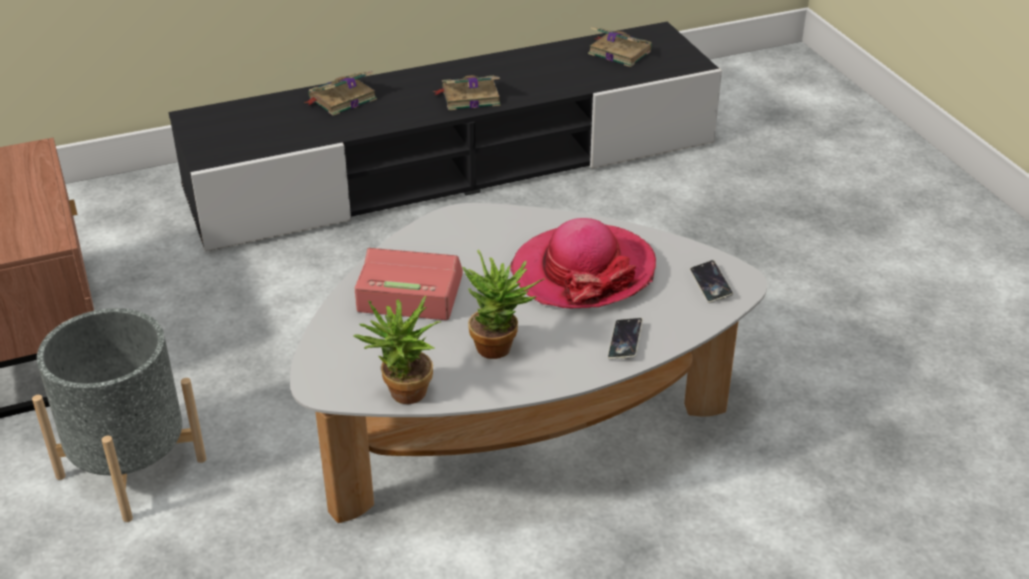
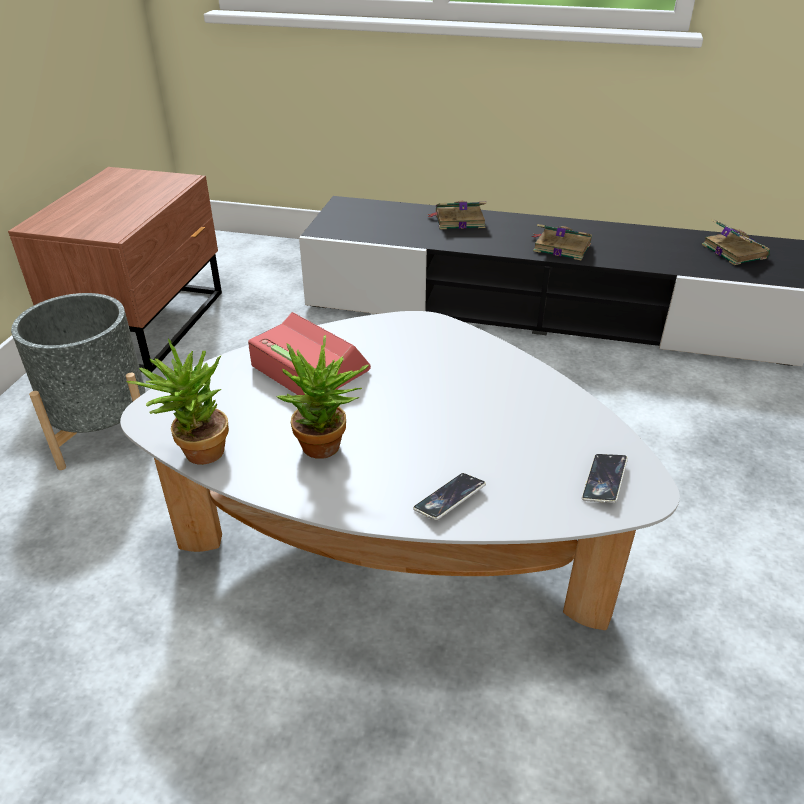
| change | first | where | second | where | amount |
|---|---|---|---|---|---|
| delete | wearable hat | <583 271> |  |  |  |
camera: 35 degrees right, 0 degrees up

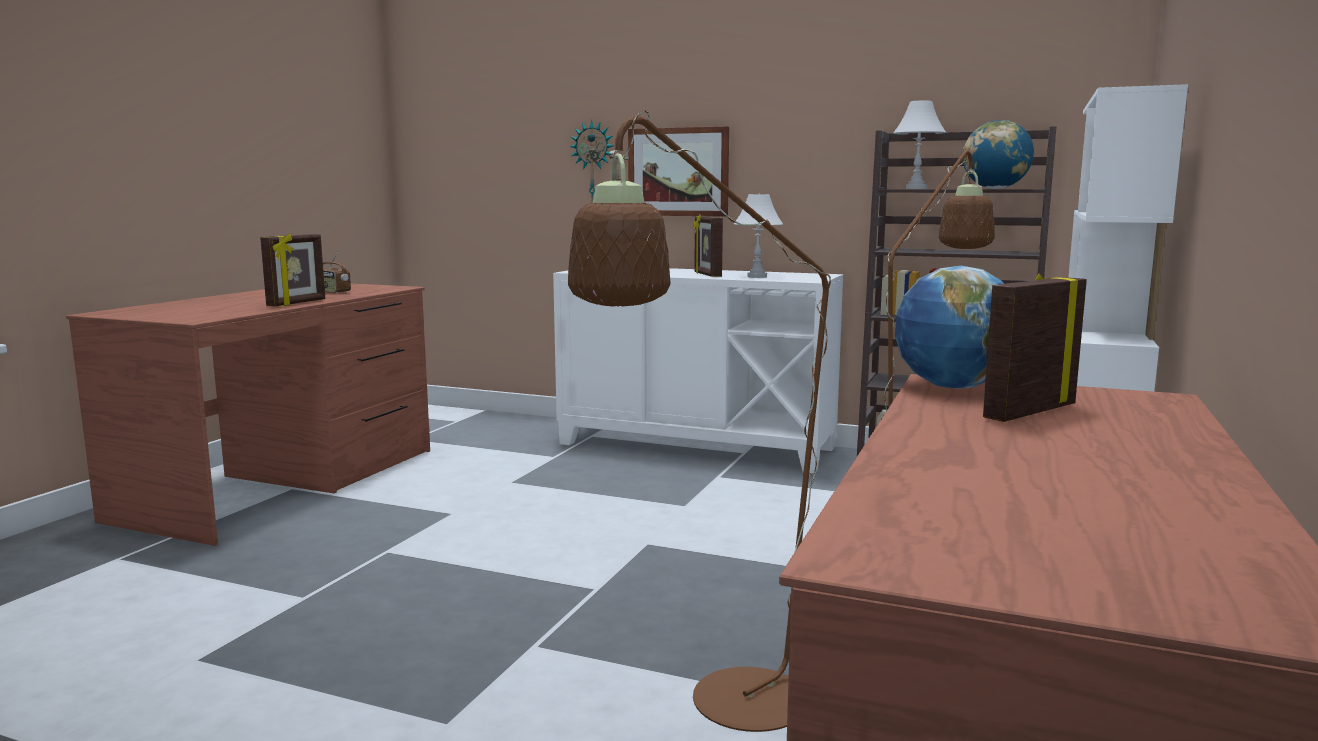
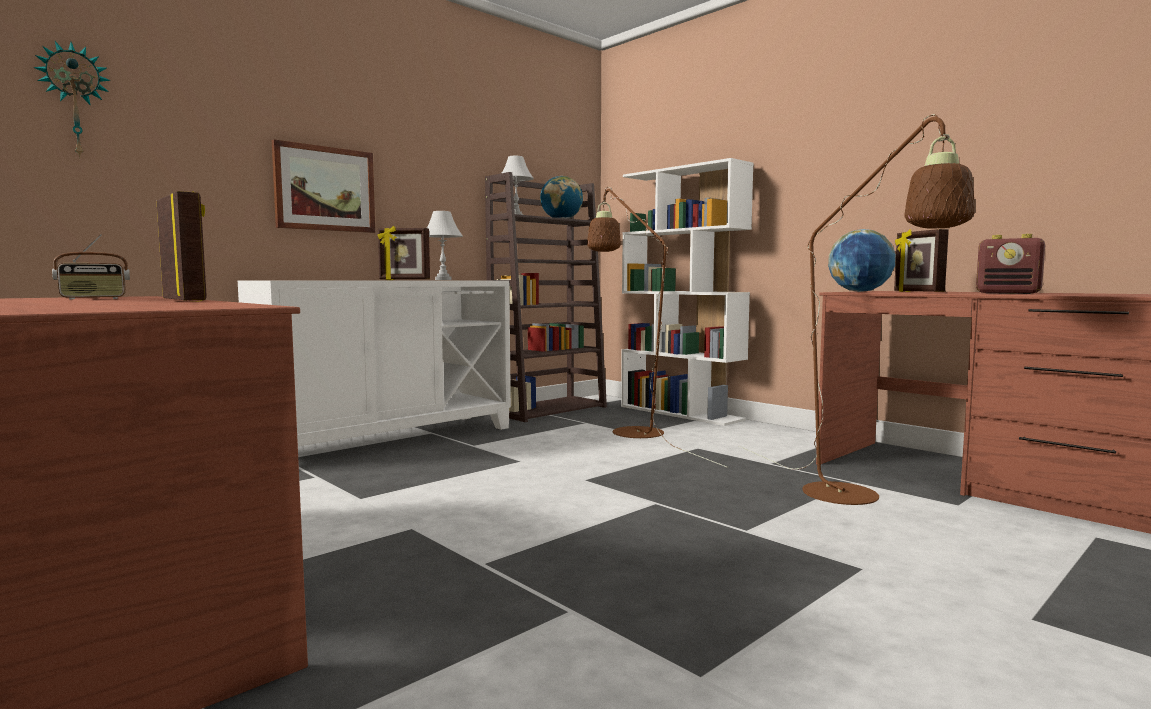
| change | first | where | second | where | amount |
|---|---|---|---|---|---|
| insert |  |  | radio | <1008 293> |  |
| move | clock on the wall | <593 166> |  | <74 101> |  |
camera: 65 degrees left, 5 degrees down

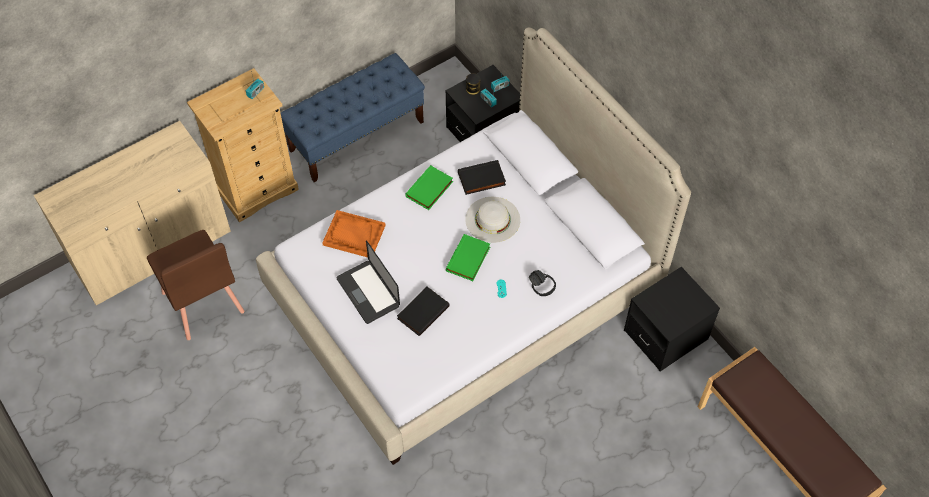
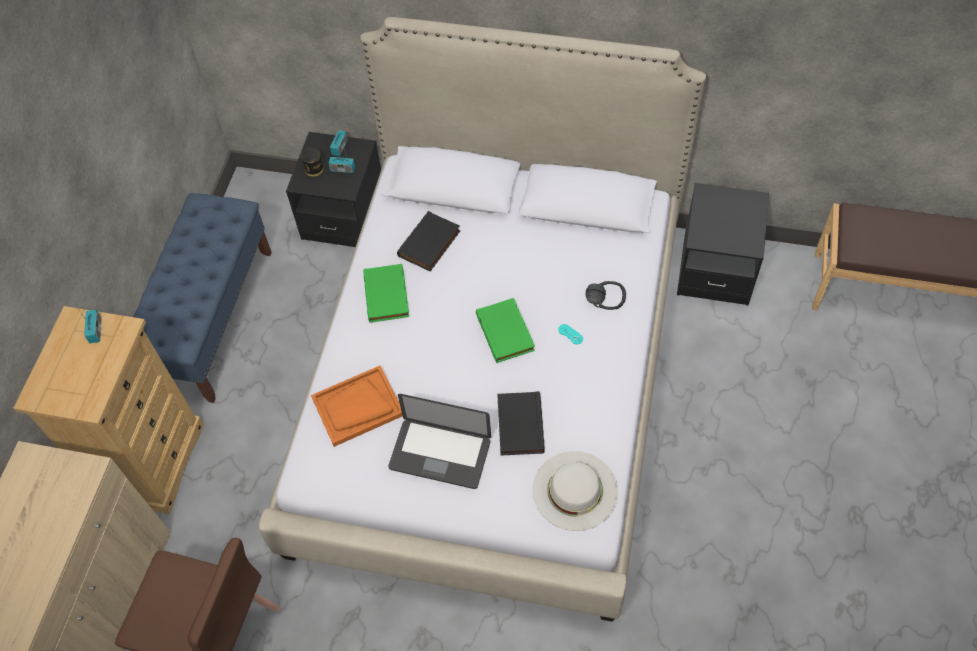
| change | first | where | second | where | amount |
|---|---|---|---|---|---|
| move | wearable hat in whitish | <492 219> |  | <575 490> |  |
camera: 40 degrees left, 0 degrees up

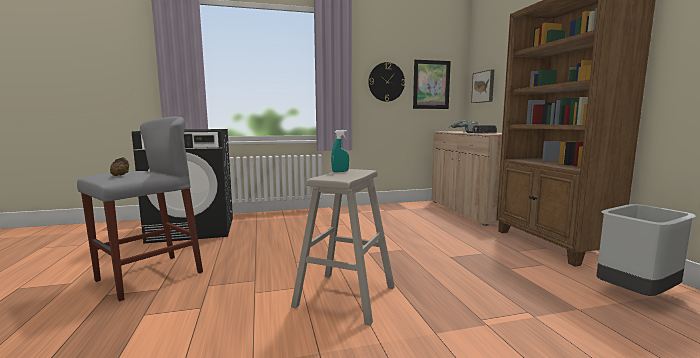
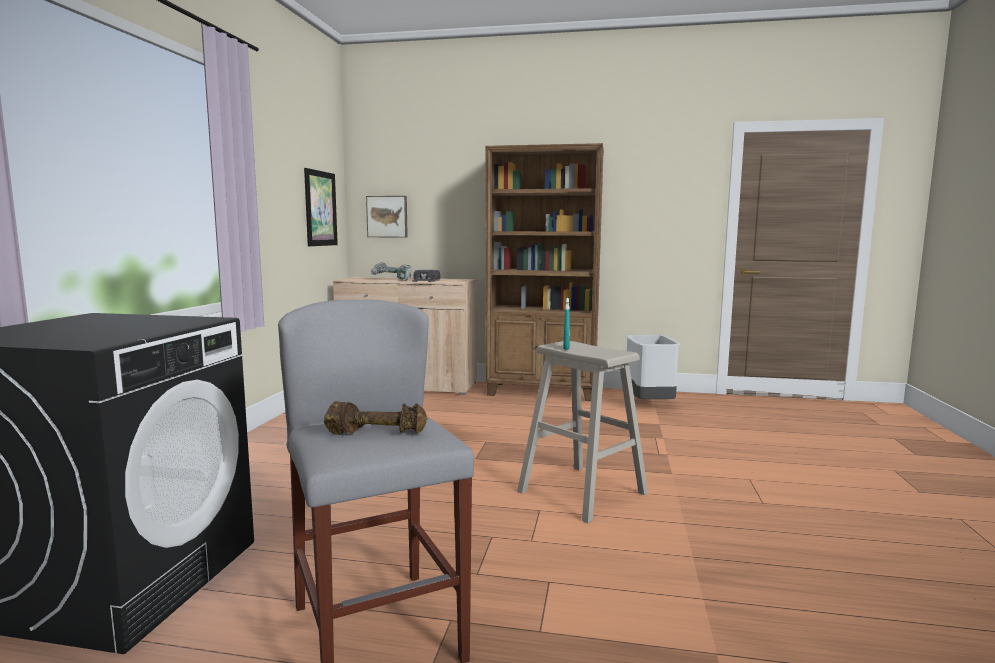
| change | first | where | second | where | amount |
|---|---|---|---|---|---|
| delete | clock on the wall | <386 82> |  |  |  |
camera: 65 degrees left, 0 degrees up

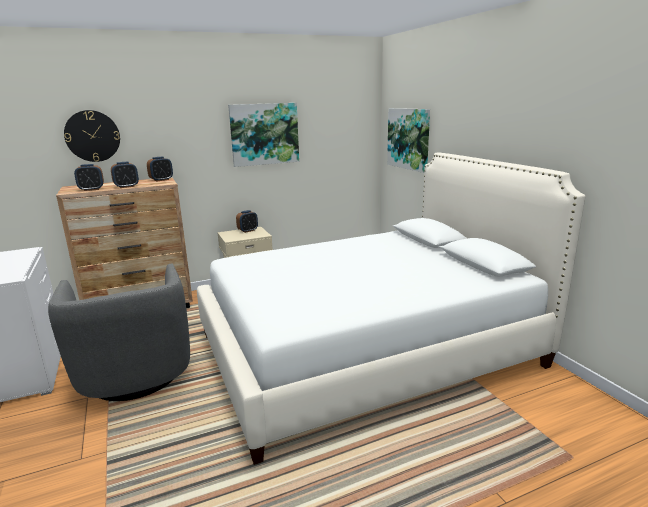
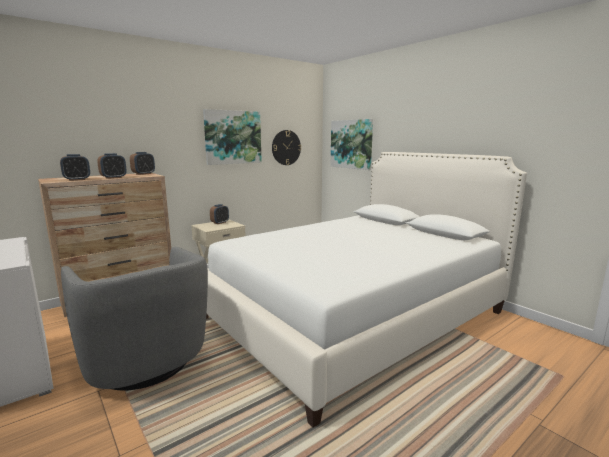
| change | first | where | second | where | amount |
|---|---|---|---|---|---|
| move | clock on the wall | <92 136> |  | <286 147> |  |
camera: 15 degrees left, 5 degrees down

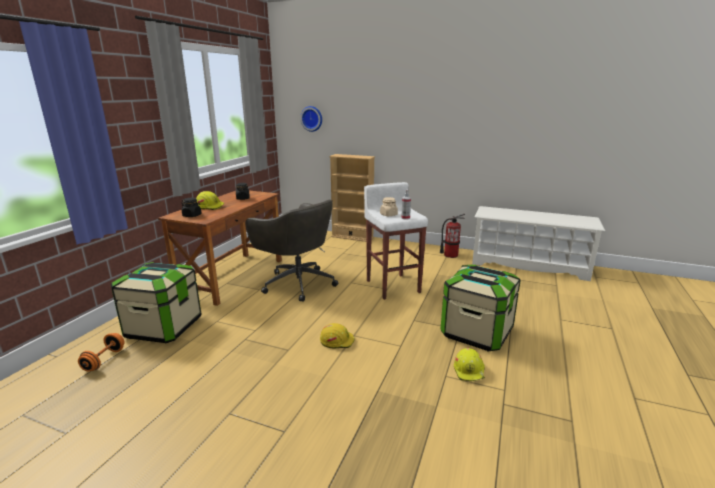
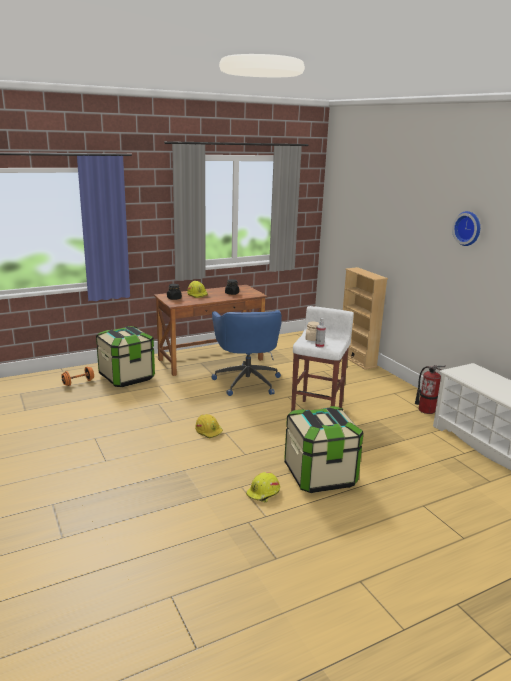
| change | first | where | second | where | amount |
|---|---|---|---|---|---|
| move | clock on the wall | <312 118> |  | <468 228> |  |
| recolor | office chair in grey | <297 283> | office chair in blue | <247 381> |  |
camera: 40 degrees right, 0 degrees up

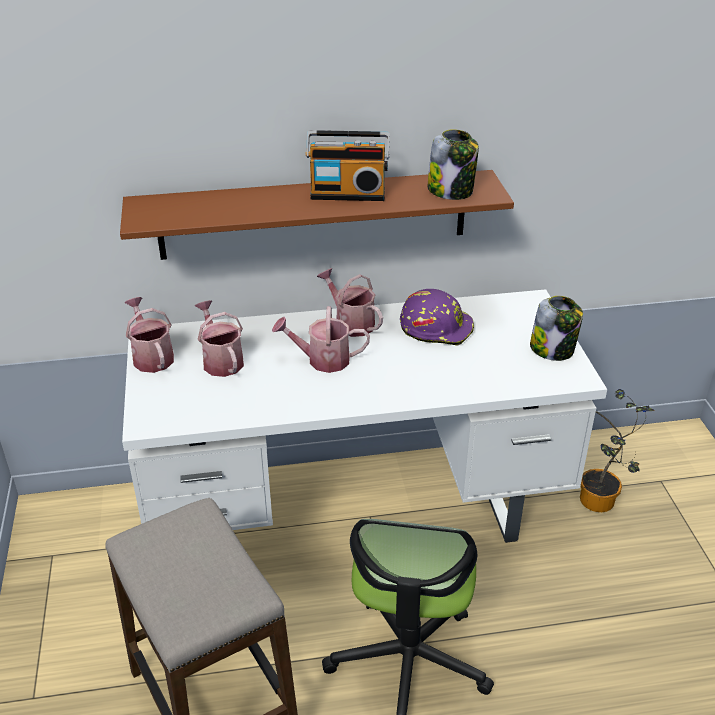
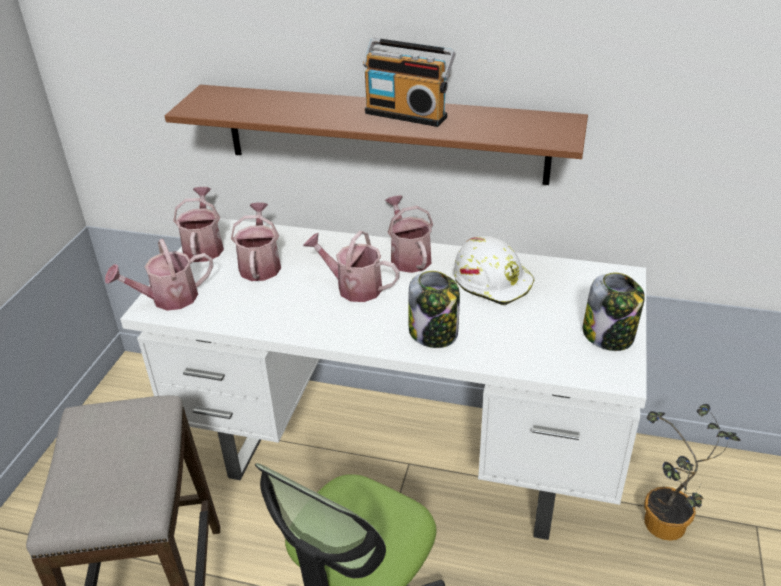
| change | first | where | second | where | amount |
|---|---|---|---|---|---|
| insert |  |  | watering can | <168 299> |  |
| move | preserve jar | <451 191> |  | <434 333> |  |
| recolor | safety helmet in purple | <436 327> | safety helmet in whitish | <493 281> |  |
camera: 25 degrees right, 0 degrees up

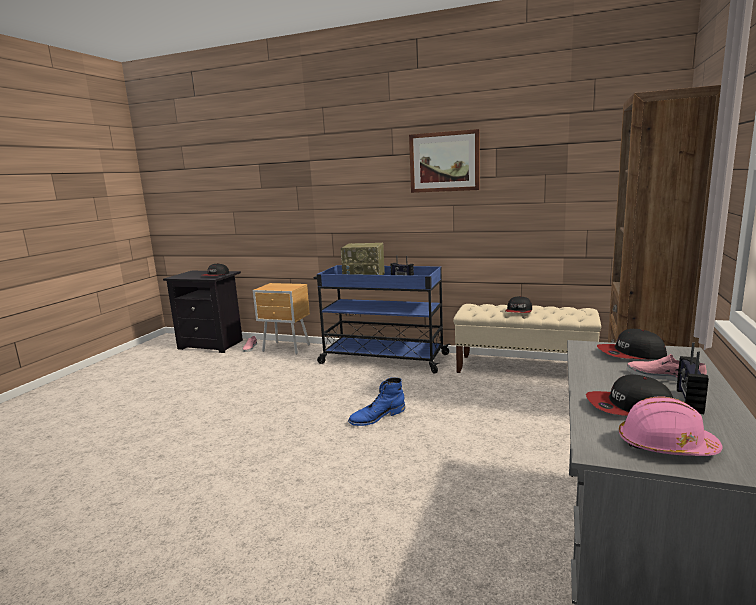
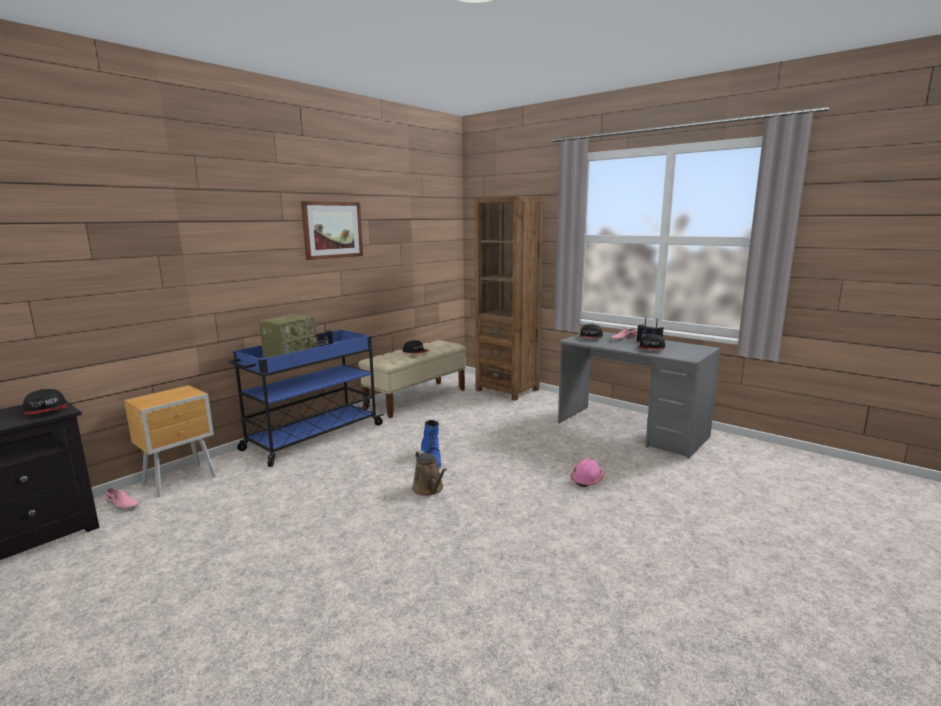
| change | first | where | second | where | amount |
|---|---|---|---|---|---|
| insert |  |  | watering can in brownish | <429 489> |  |
| move | safety helmet in pink | <665 446> |  | <587 480> |  |
camera: 70 degrees left, 0 degrees up

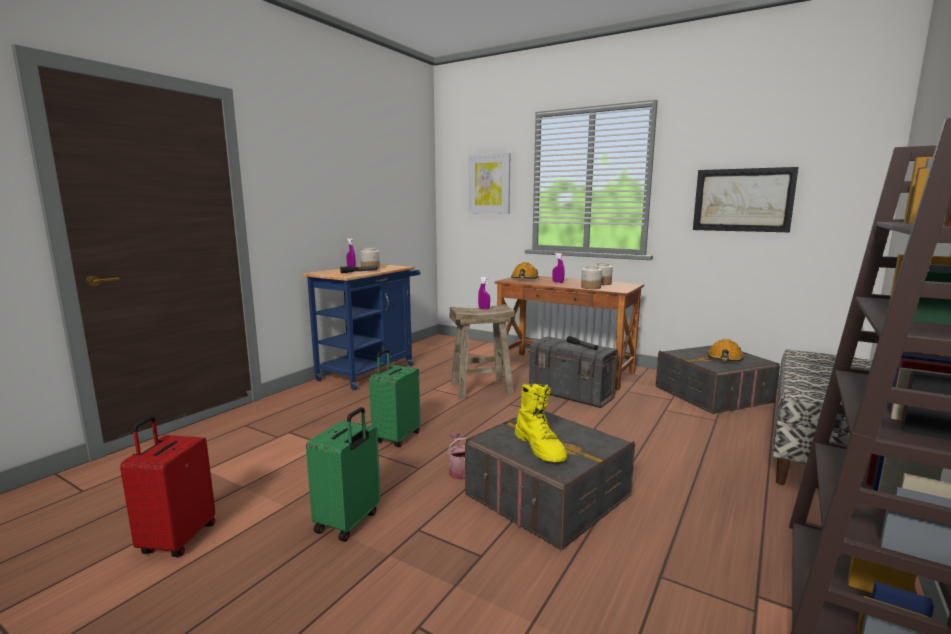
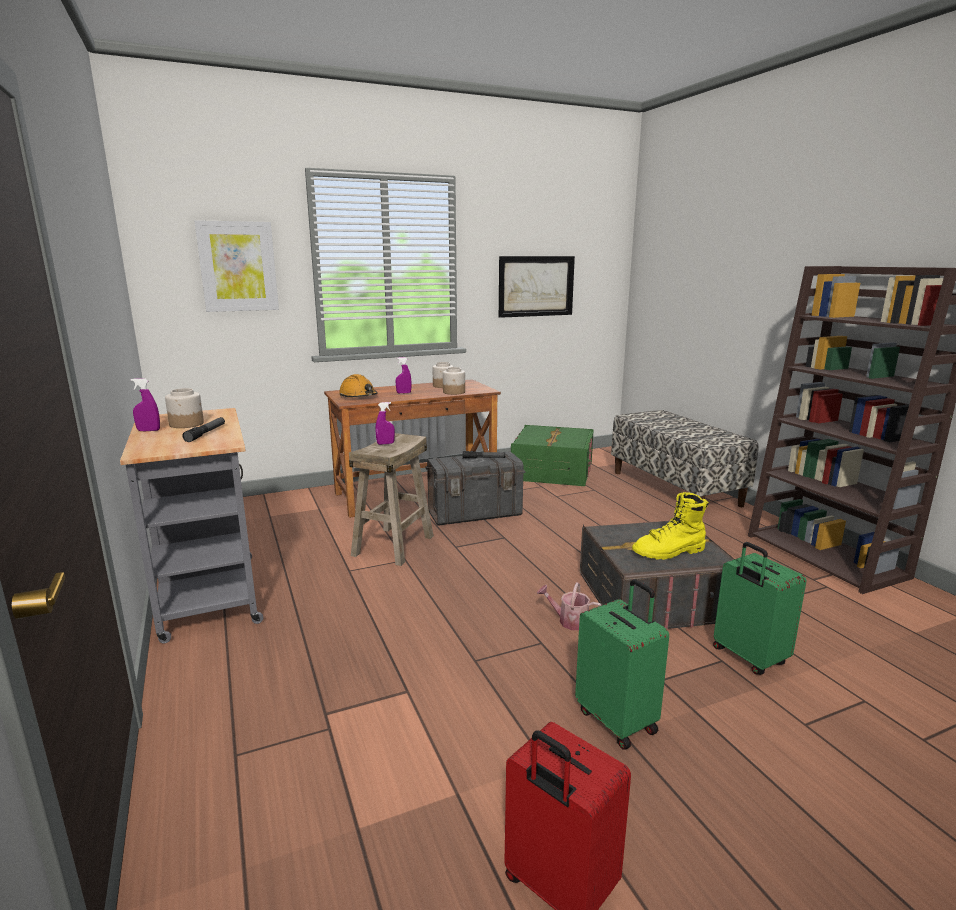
| change | first | where | second | where | amount |
|---|---|---|---|---|---|
| delete | safety helmet in orange-coloured | <724 359> |  |  |  |
| move | piece of luggage in greenish | <396 438> |  | <748 657> |  |
| recolor | cart in blue | <370 371> | cart in grey | <209 591> |  |
| recolor | storage box in grey | <712 395> | storage box in greenish | <552 471> |  |
| rotate | boot in yellow | <540 448> |  | <669 552> | 150 degrees clockwise |
camera: 55 degrees left, 5 degrees up

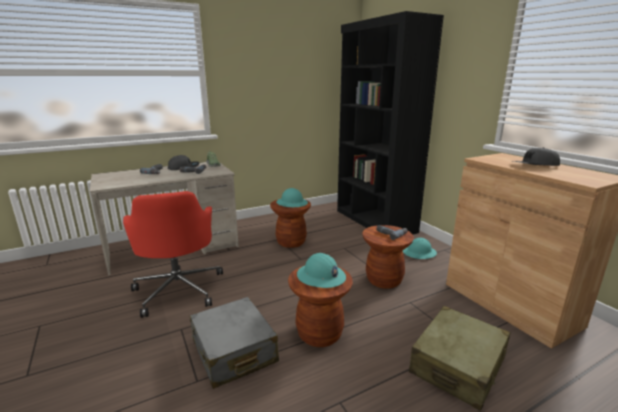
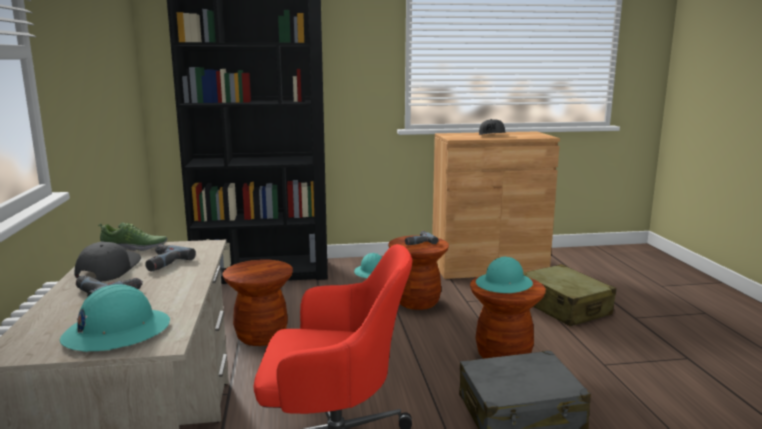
| change | first | where | second | where | amount |
|---|---|---|---|---|---|
| move | safety helmet in blue-green | <292 203> |  | <117 332> |  |
camera: 70 degrees left, 5 degrees down

